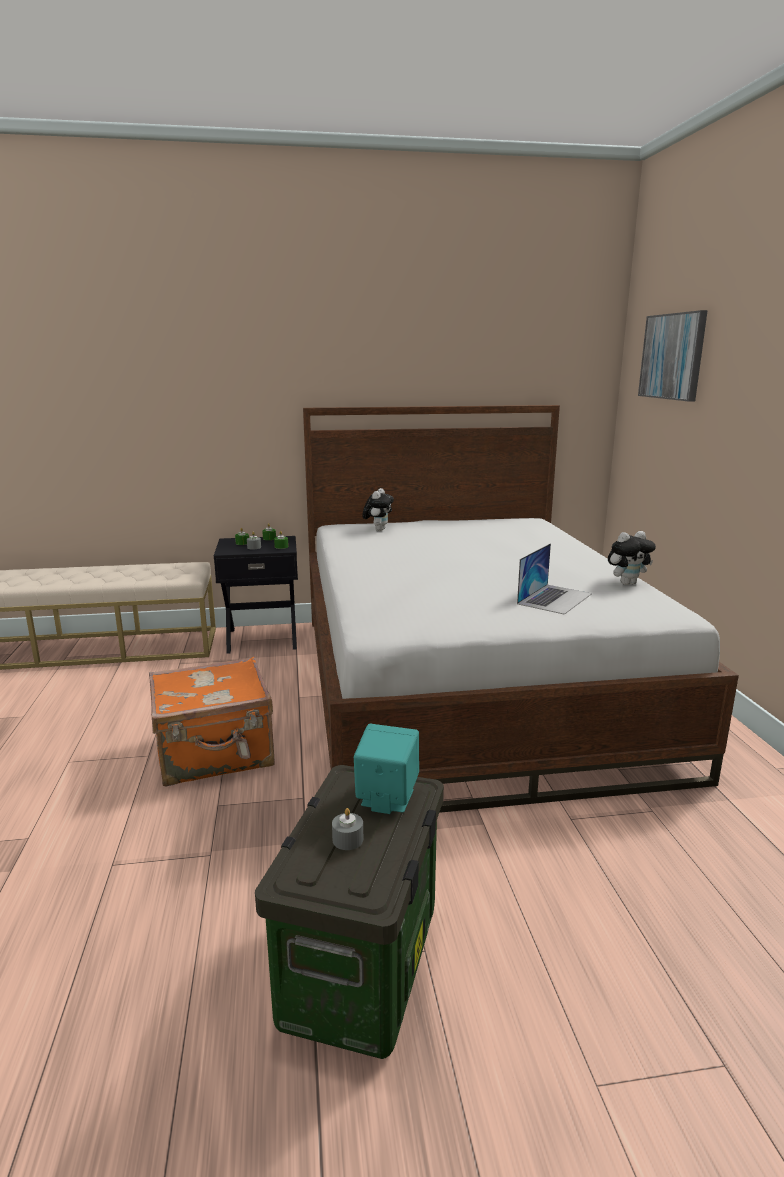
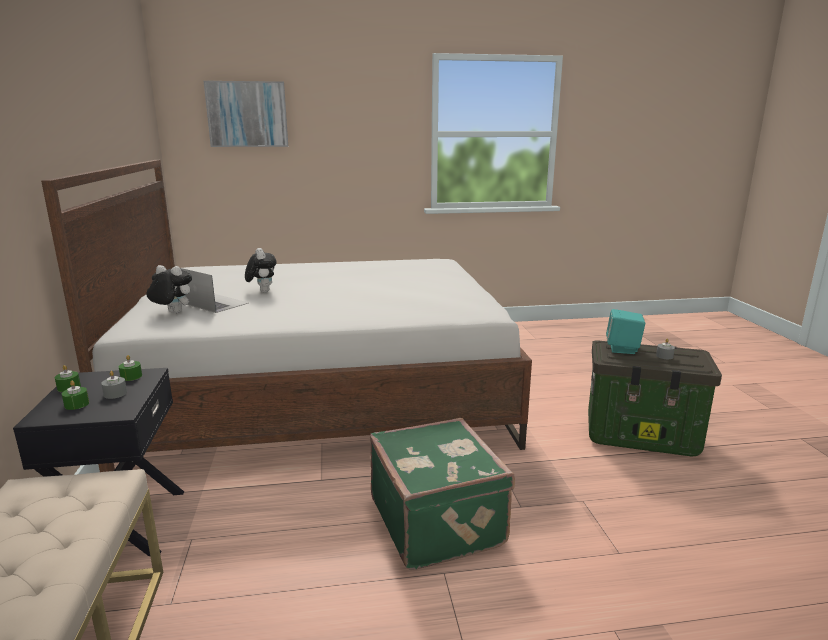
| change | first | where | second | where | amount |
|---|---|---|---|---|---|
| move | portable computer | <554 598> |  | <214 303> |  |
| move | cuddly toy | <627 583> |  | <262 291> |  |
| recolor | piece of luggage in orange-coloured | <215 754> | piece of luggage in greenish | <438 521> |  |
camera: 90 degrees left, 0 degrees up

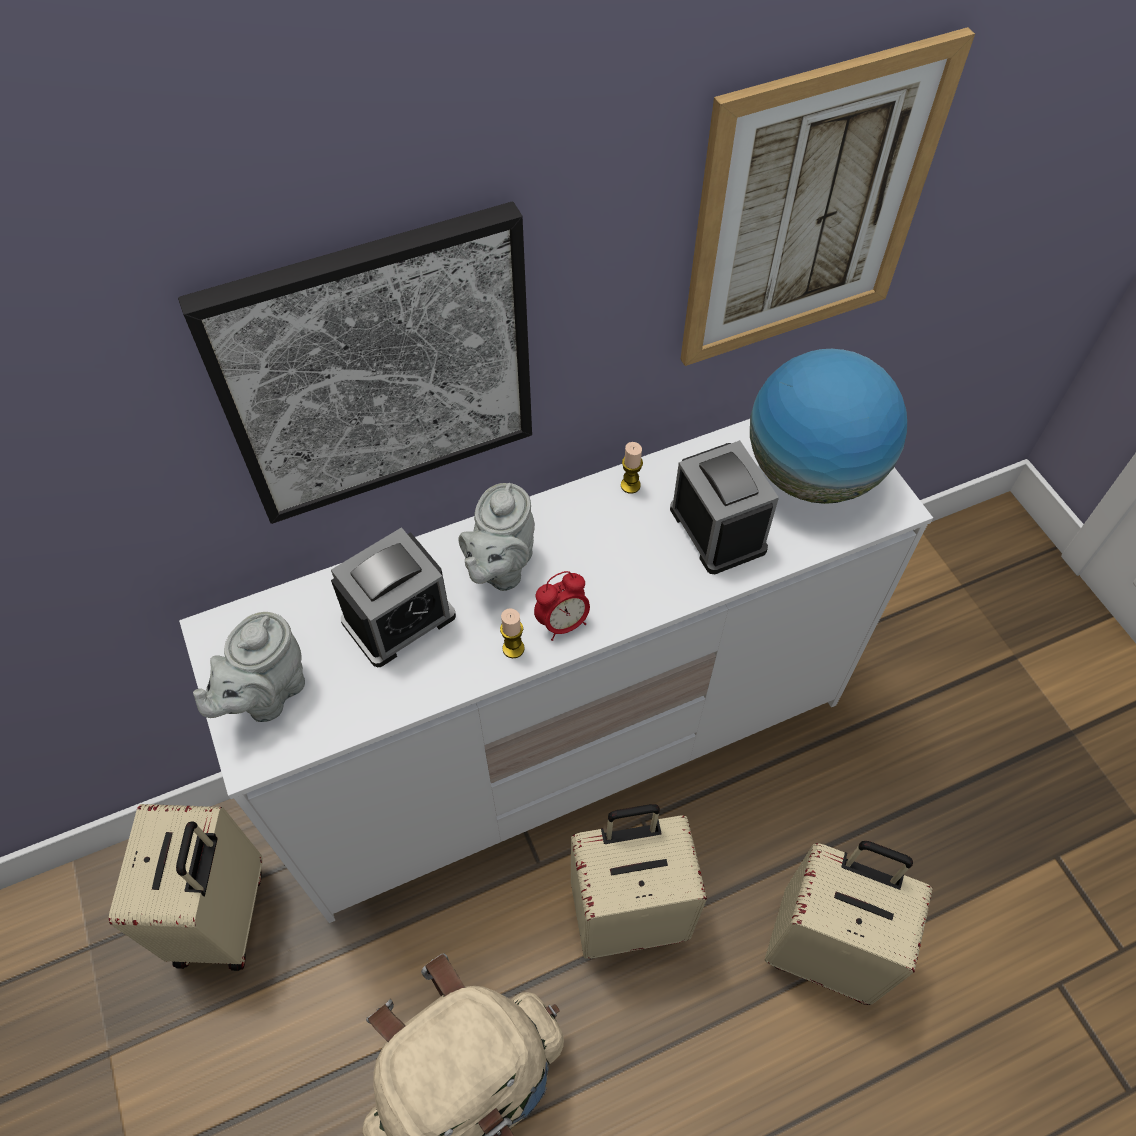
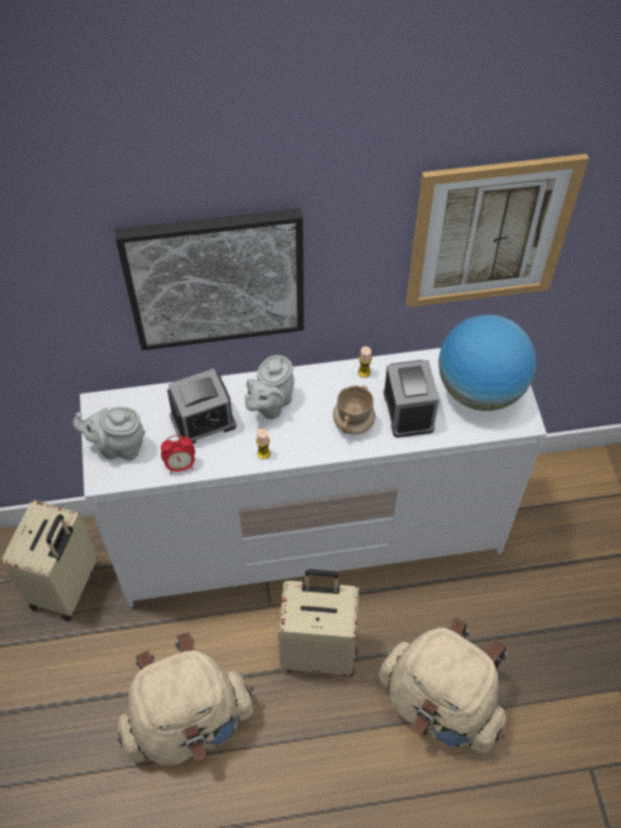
| change | first | where | second | where | amount |
|---|---|---|---|---|---|
| insert |  |  | tea mug in beige | <353 422> |  |
| move | alarm clock | <563 623> |  | <180 465> |  |
| replace | piece of luggage in beige | <825 948> | backpack in beige | <440 704> |  |
| rotate | pot for tea in grey | <267 694> |  | <118 446> | 45 degrees clockwise |
camera: 15 degrees right, 0 degrees up

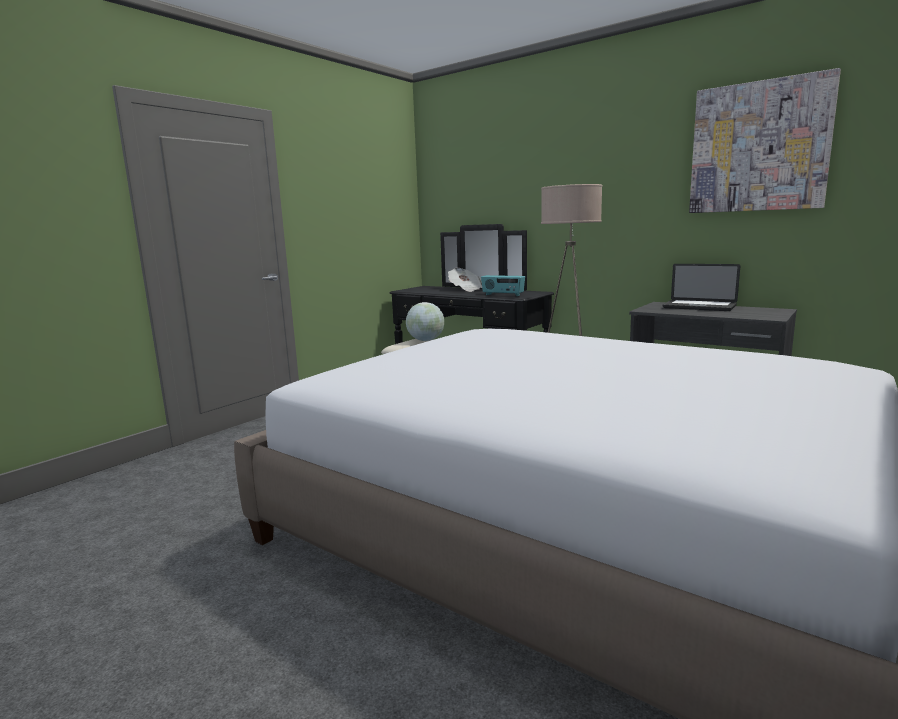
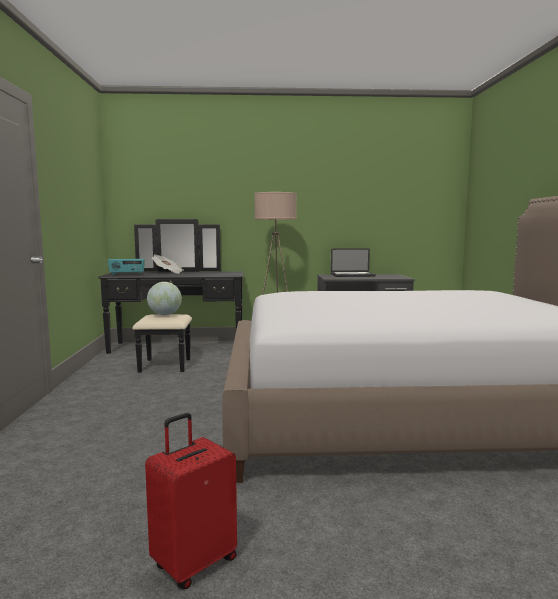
| change | first | where | second | where | amount |
|---|---|---|---|---|---|
| delete | wall art | <759 147> |  |  |  |
| insert |  |  | piece of luggage in reddish | <194 563> |  |
| move | radio | <502 295> |  | <127 274> |  |
camera: 40 degrees left, 5 degrees down

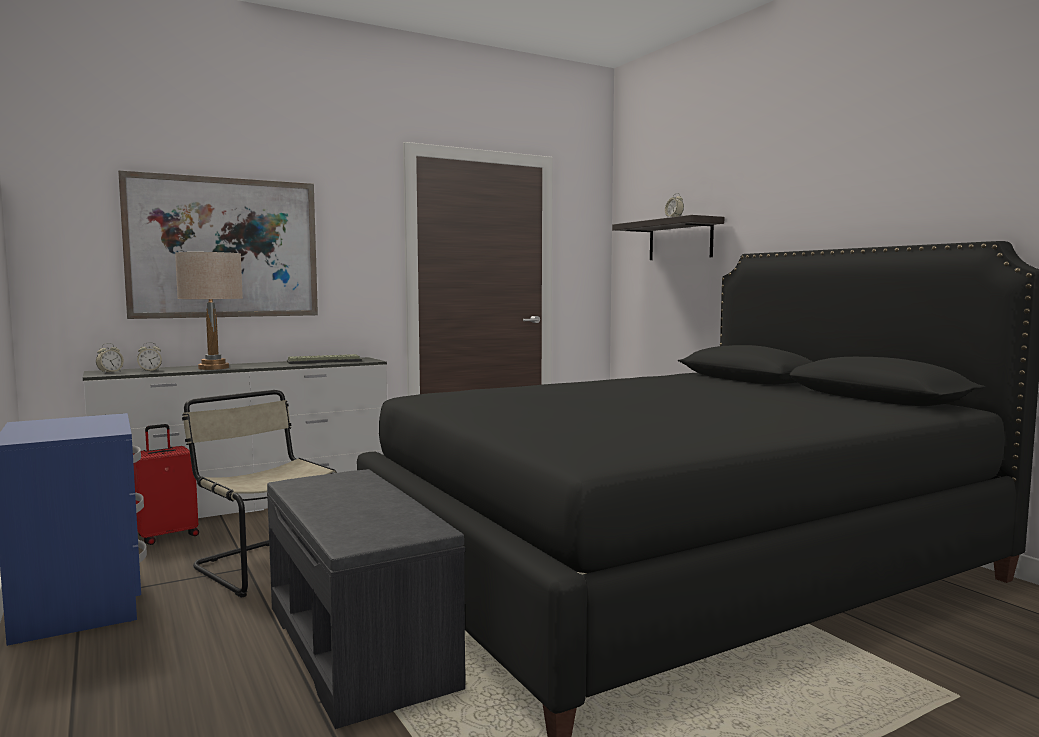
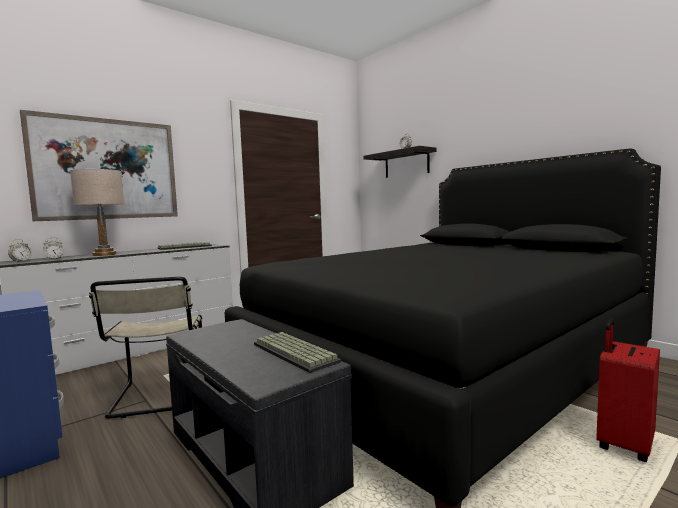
| change | first | where | second | where | amount |
|---|---|---|---|---|---|
| insert |  |  | PC keyboard | <296 352> |  |
| move | piece of luggage in reddish | <167 536> |  | <623 444> |  |
| rotate | plain chair in beige | <265 565> |  | <159 396> | 135 degrees counterclockwise |
camera: 10 degrees left, 0 degrees up

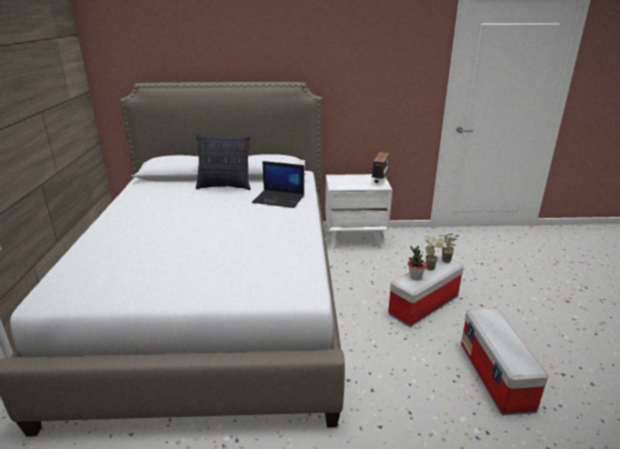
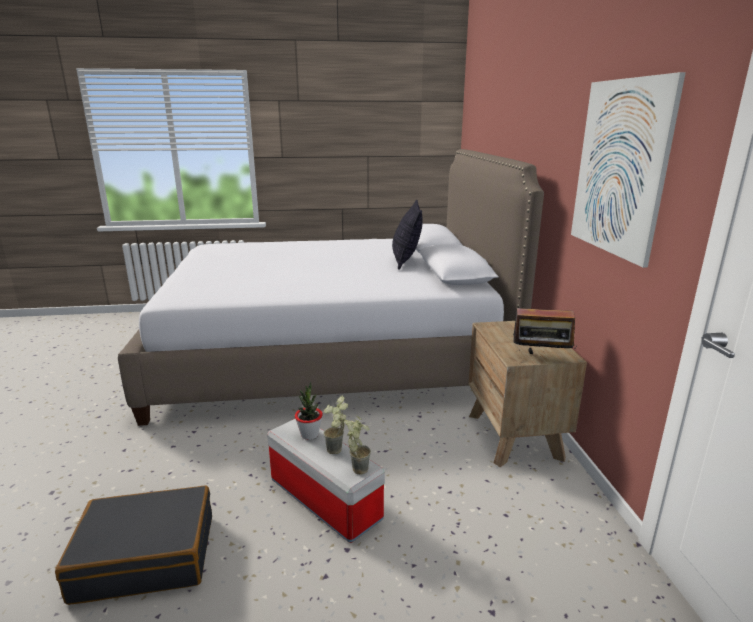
| change | first | where | second | where | amount |
|---|---|---|---|---|---|
| delete | portable computer | <279 199> |  |  |  |
| insert |  |  | wall art | <620 168> |  |
| replace | storage box | <496 377> | piece of luggage in black | <146 556> |  |
| recolor | night table in whitish | <355 239> | night table in brownish | <514 436> |  |
camera: 85 degrees right, 5 degrees down

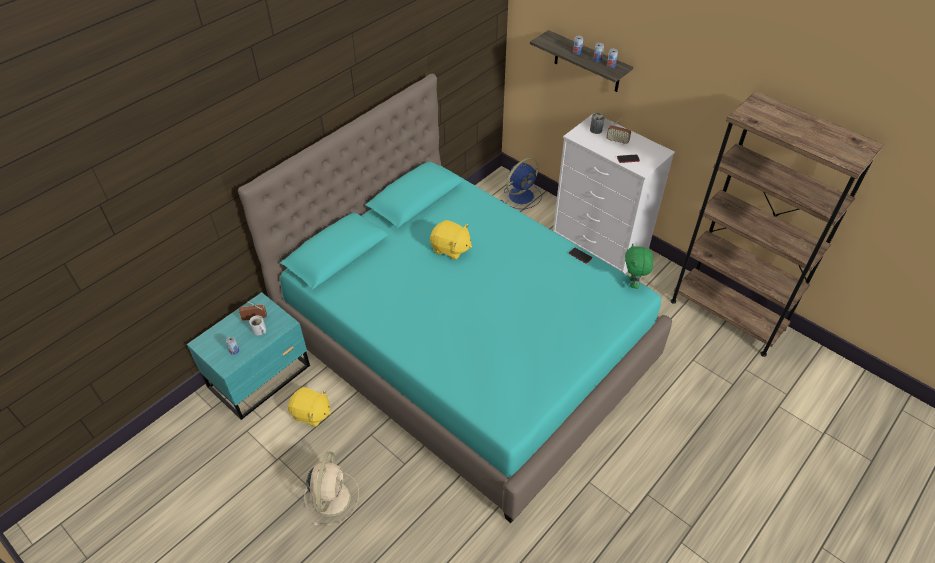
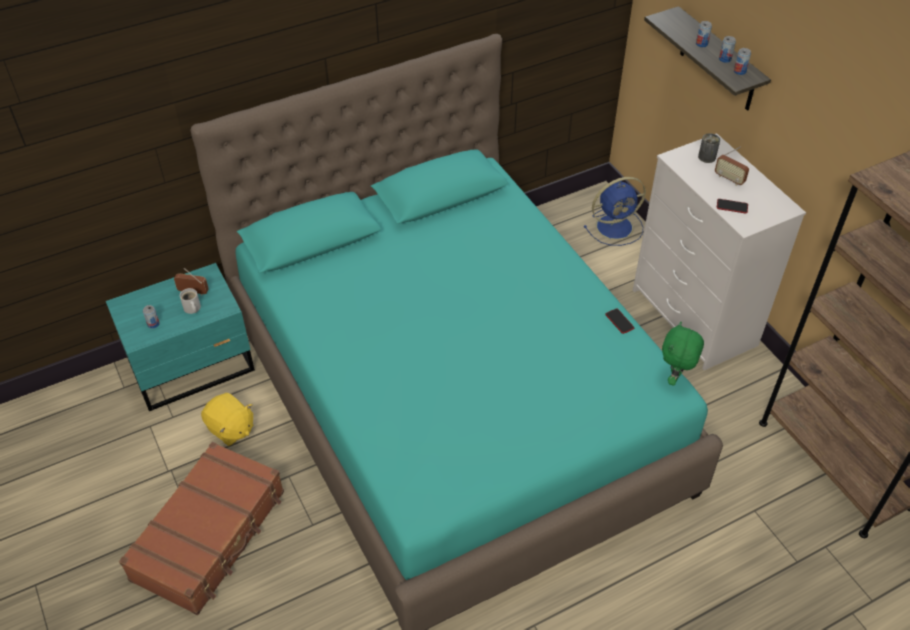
| change | first | where | second | where | amount |
|---|---|---|---|---|---|
| delete | cuddly toy in yellow | <450 249> |  |  |  |
| replace | electric fan in beige | <332 496> | piece of luggage in brownish | <210 535> |  |
camera: 20 degrees right, 0 degrees up

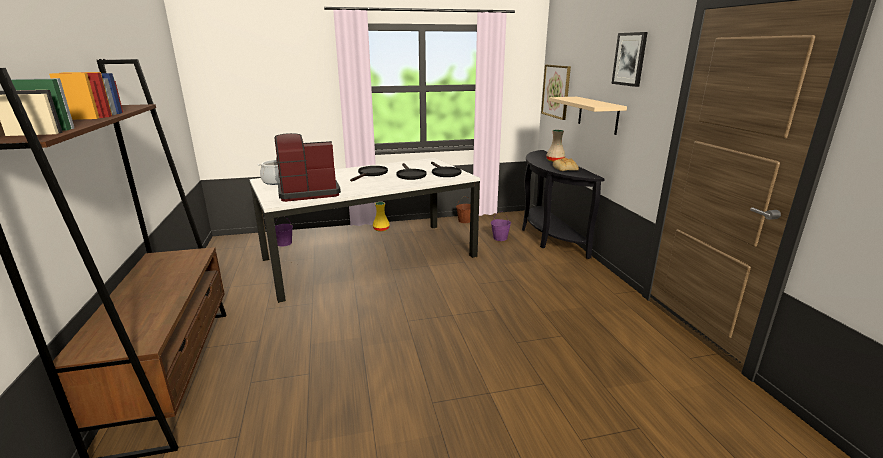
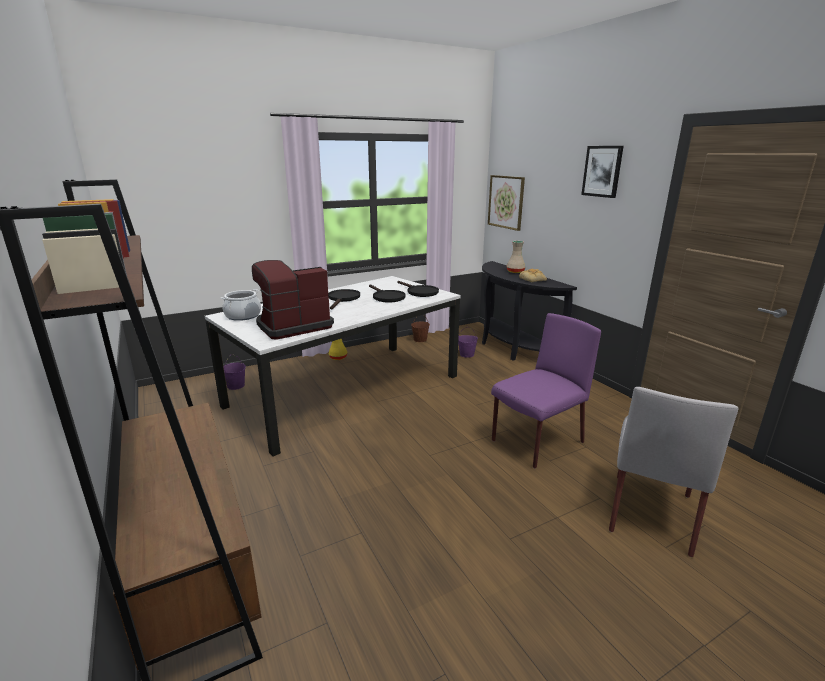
| change | first | where | second | where | amount |
|---|---|---|---|---|---|
| delete | wall shelf in beige | <598 115> |  |  |  |
| insert |  |  | plain chair in purple | <536 442> |  |
| insert |  |  | plain chair in grey | <650 511> |  |
camera: 15 degrees left, 0 degrees up

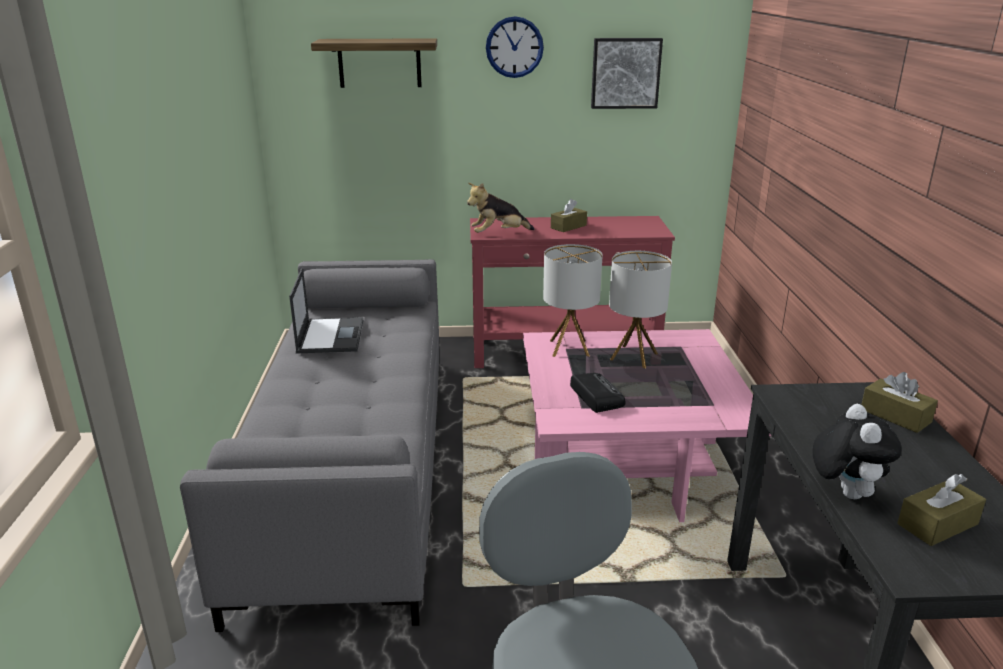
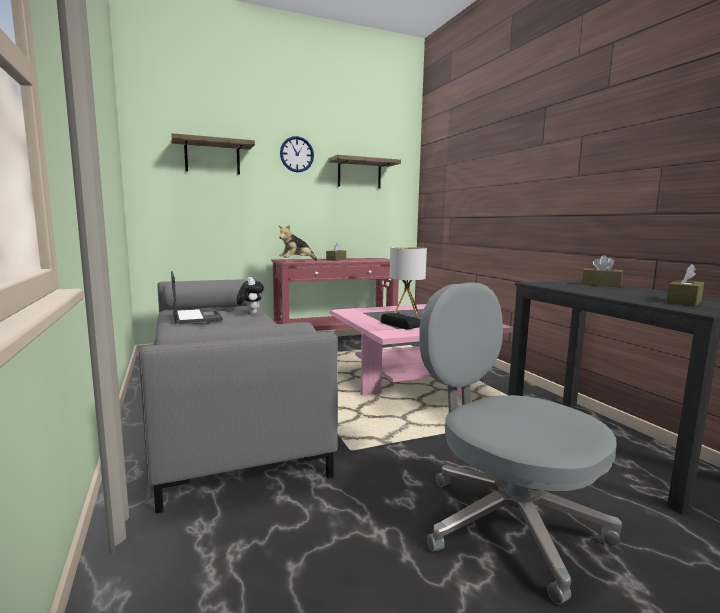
| change | first | where | second | where | amount |
|---|---|---|---|---|---|
| delete | tabletop lamp | <569 348> |  |  |  |
| move | cuddly toy | <844 492> |  | <250 313> |  |
| replace | wall art | <625 73> | wall shelf | <359 174> |  |
camera: 20 degrees left, 15 degrees down

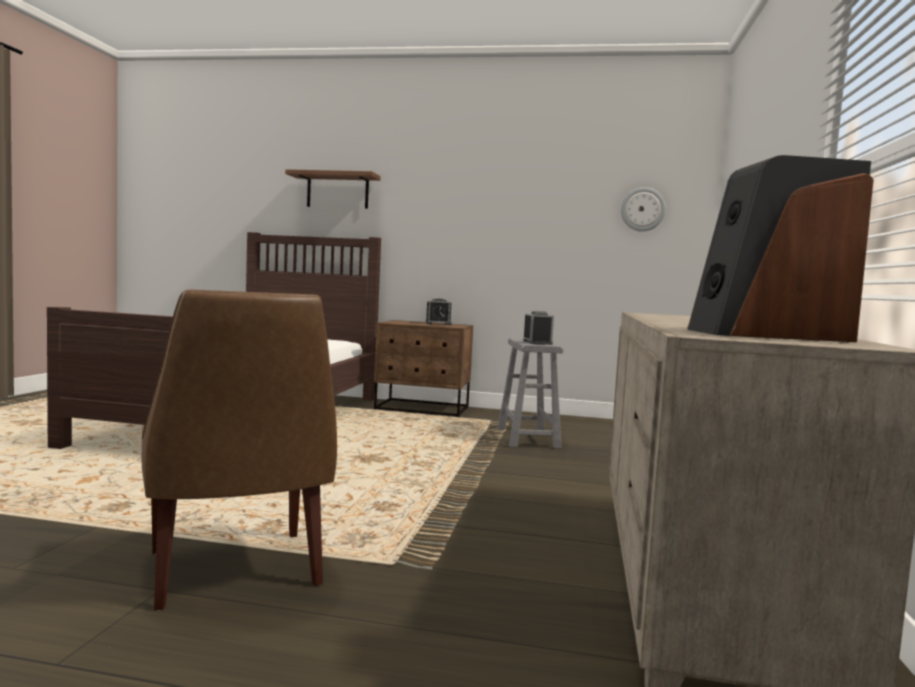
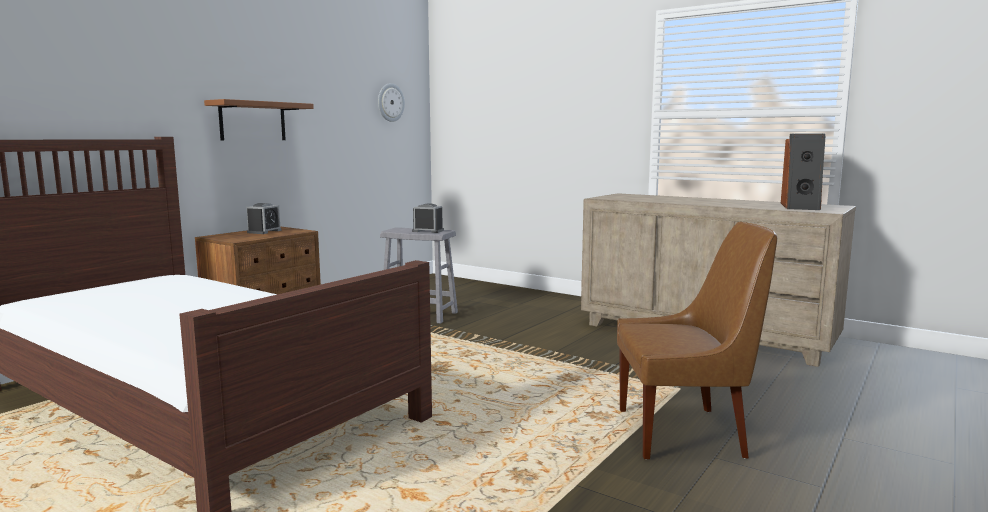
| change | first | where | second | where | amount |
|---|---|---|---|---|---|
| move | wall shelf in brownish | <337 191> |  | <252 121> |  |
camera: 65 degrees left, 5 degrees up

